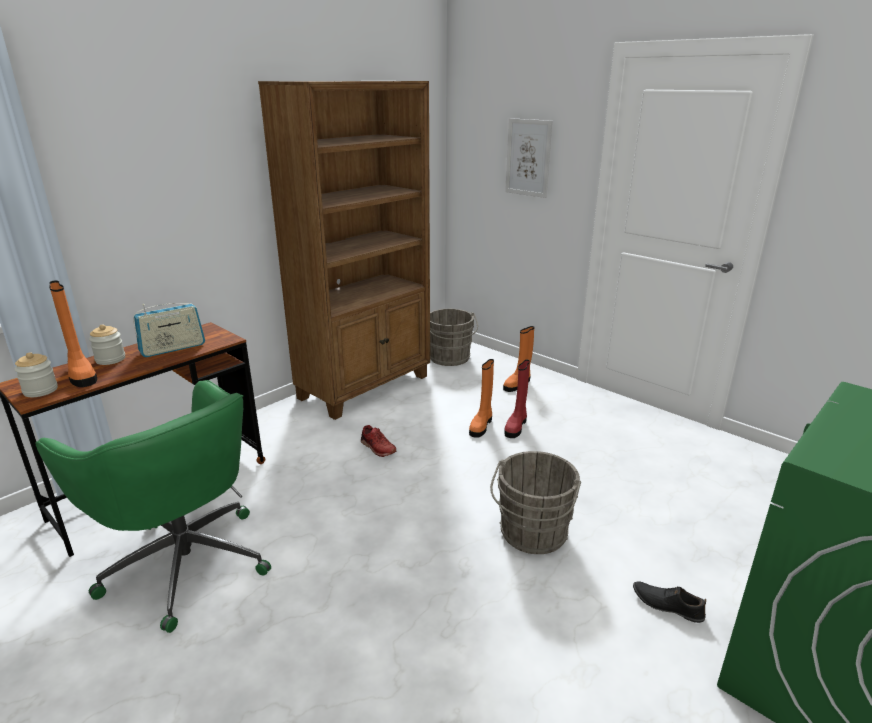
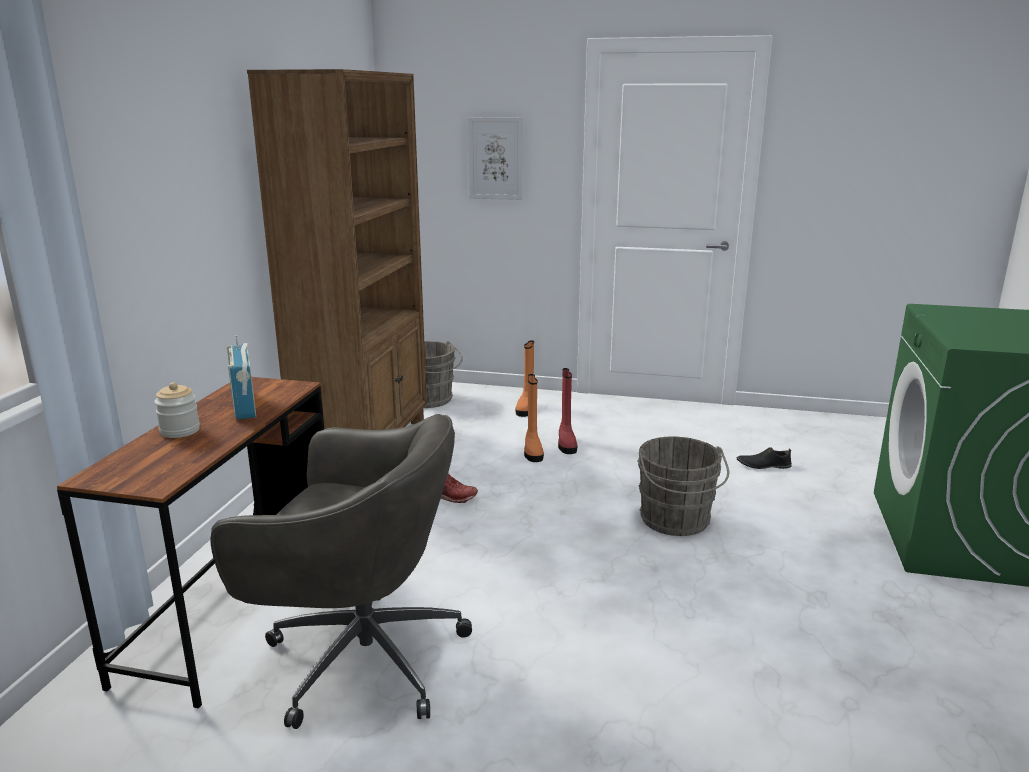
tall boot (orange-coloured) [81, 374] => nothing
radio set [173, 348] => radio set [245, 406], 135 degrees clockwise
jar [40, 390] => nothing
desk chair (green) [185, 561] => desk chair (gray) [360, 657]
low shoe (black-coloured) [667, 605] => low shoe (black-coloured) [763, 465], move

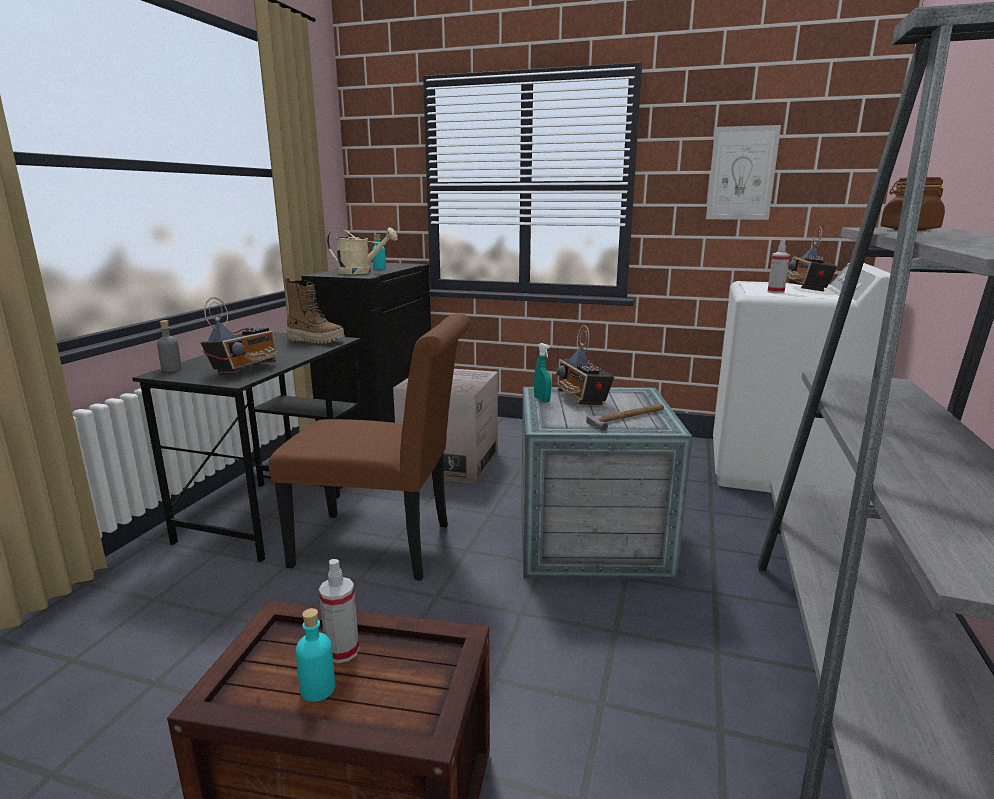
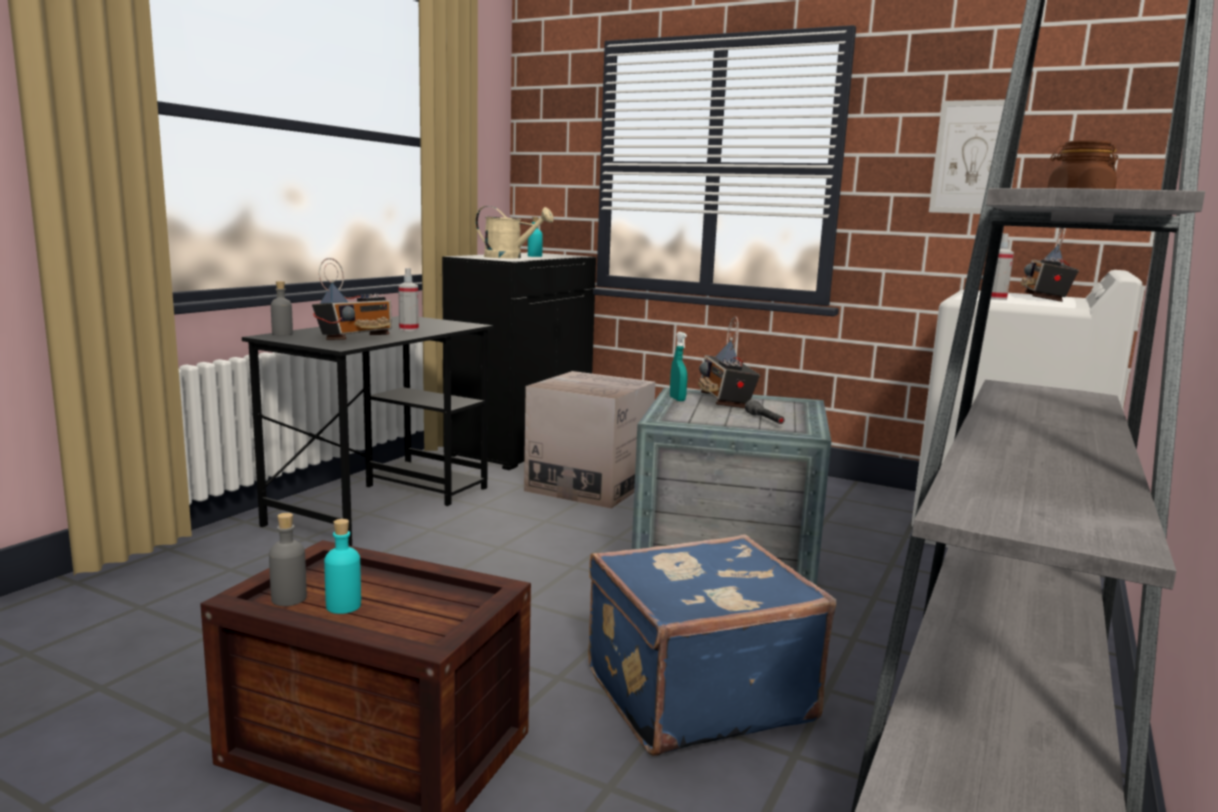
tall boot [316, 340] => nothing
upright chair (brown) [384, 546] => nothing
hammer [626, 417] => hand torch (gray) [765, 420]
hand sprayer [342, 651] => hand sprayer [408, 329], move
nothing => bottle (gray) [289, 598]
nothing => piece of luggage (blue-coloured) [695, 693]

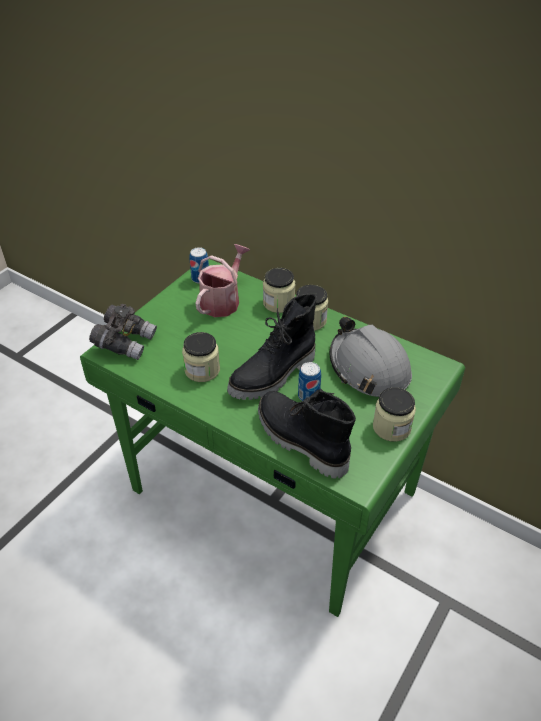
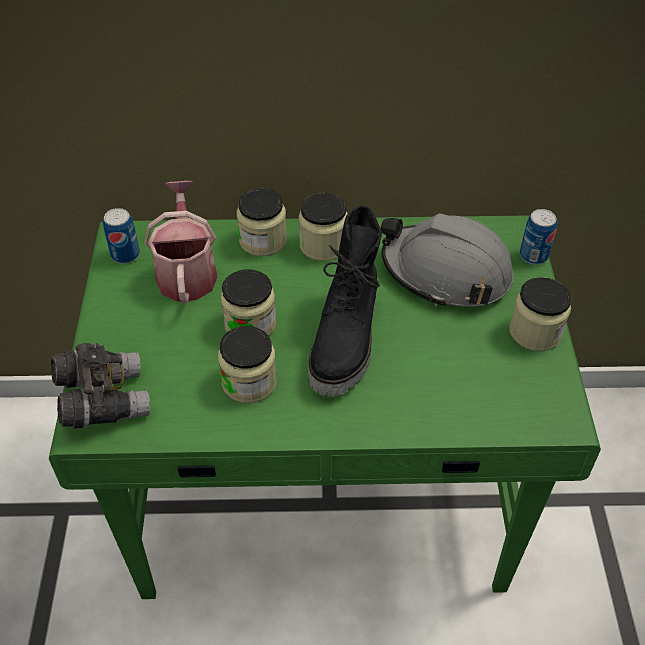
can [308, 396] => can [533, 256], move
tall boot (black-coloured) [300, 441] => nothing
nothing => jar [250, 324]

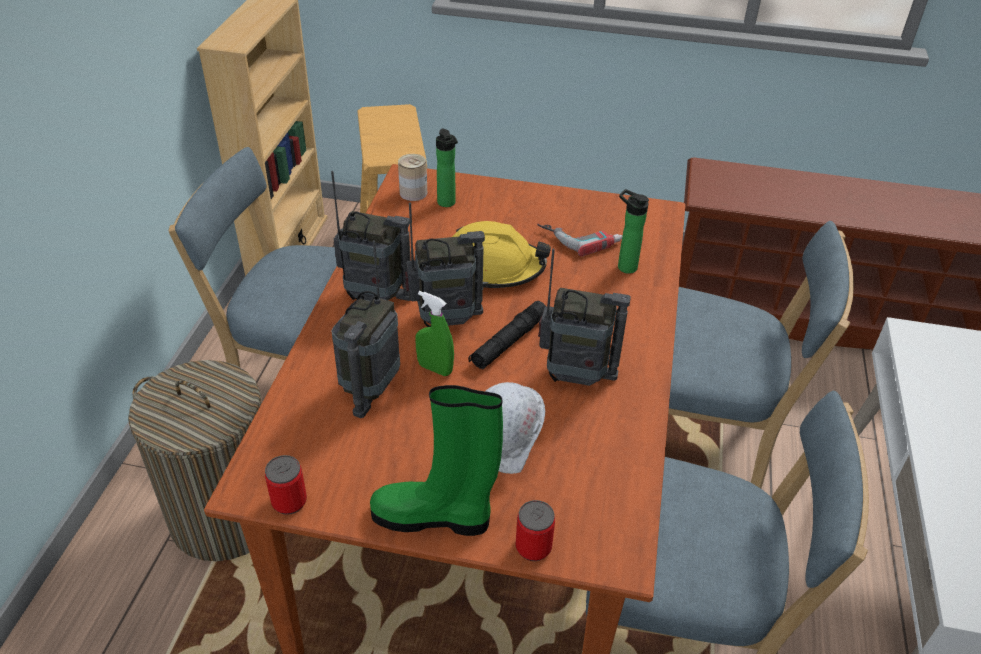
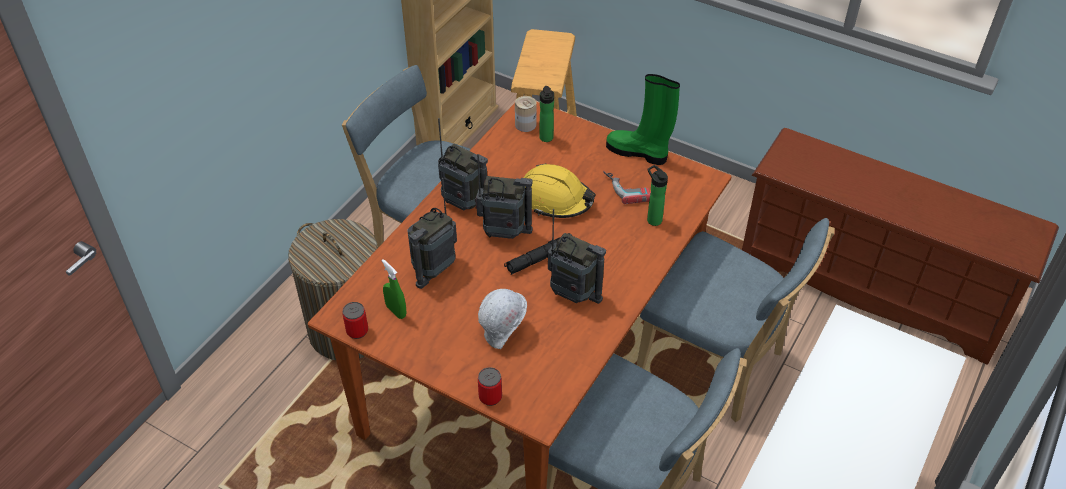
hand sprayer (green) [435, 368] => hand sprayer (green) [396, 311], move
tall boot (green) [434, 517] => tall boot (green) [638, 152], move

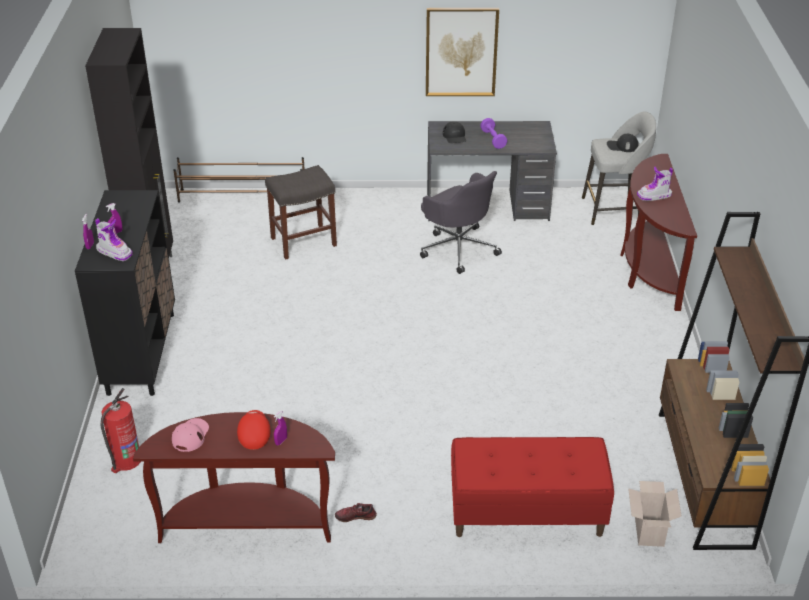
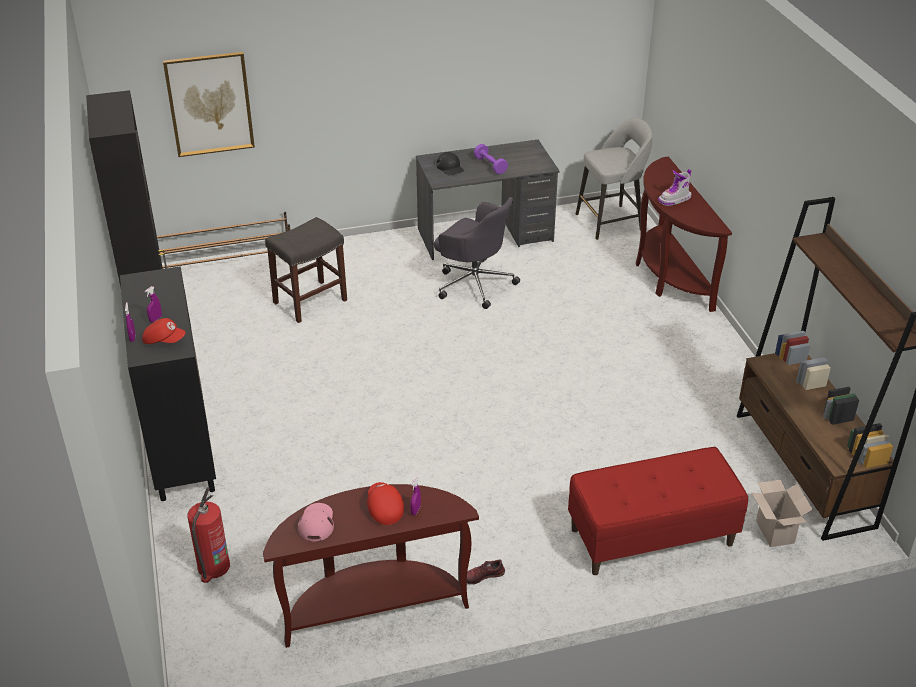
wall art [461, 52] => wall art [209, 104], move
peaked cap (black-coloured) [622, 146] => nothing
tall boot [114, 252] => peaked cap (red-coloured) [164, 340]

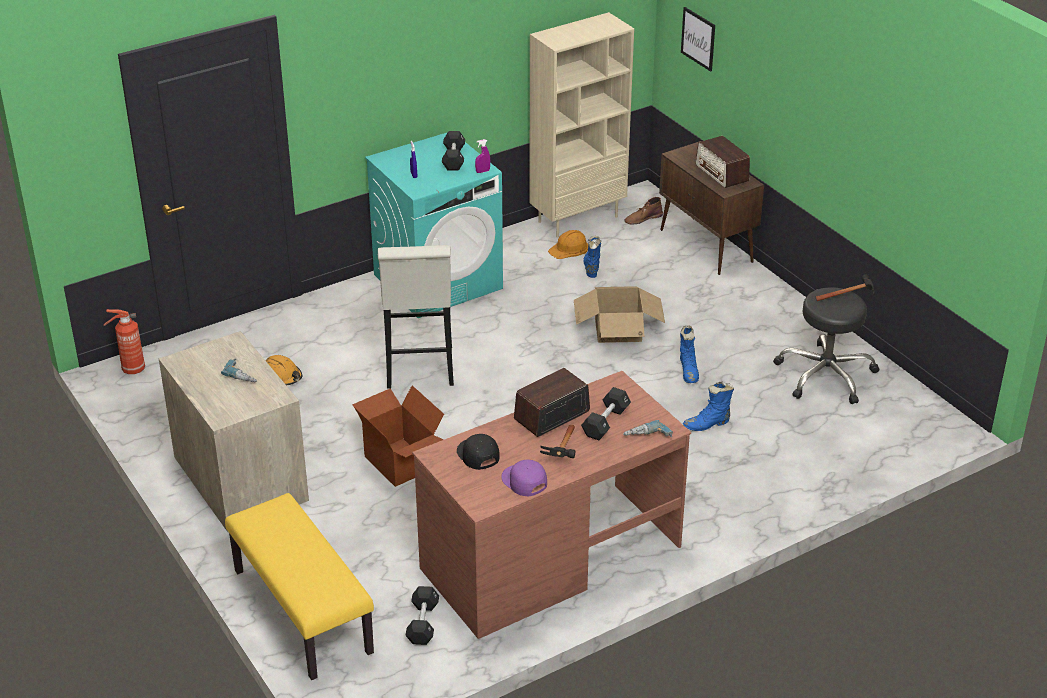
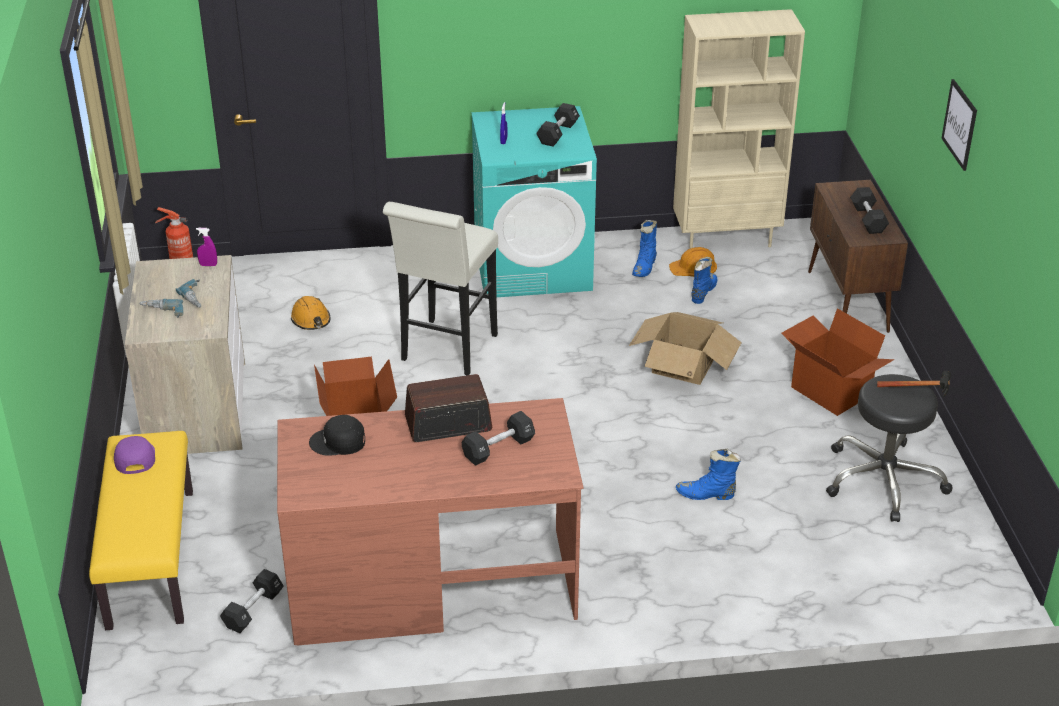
wall art [698, 38] => wall art [959, 124], move
radio set [722, 173] => hand weight (black-coloured) [868, 219]
hand sprayer (purple) [482, 171] => hand sprayer (purple) [208, 265], move
tall boot (brown) [643, 218] => nothing
tall boot (blue-coloured) [689, 371] => tall boot (blue-coloured) [645, 267], move
drill [648, 437] => drill [161, 313], move
hammer [563, 454] => nothing
peaked cap (black-coloured) [477, 454] => peaked cap (black-coloured) [338, 442], 90 degrees counterclockwise
peaked cap (purple) [523, 481] => peaked cap (purple) [134, 458], move
nothing => carton [829, 392]

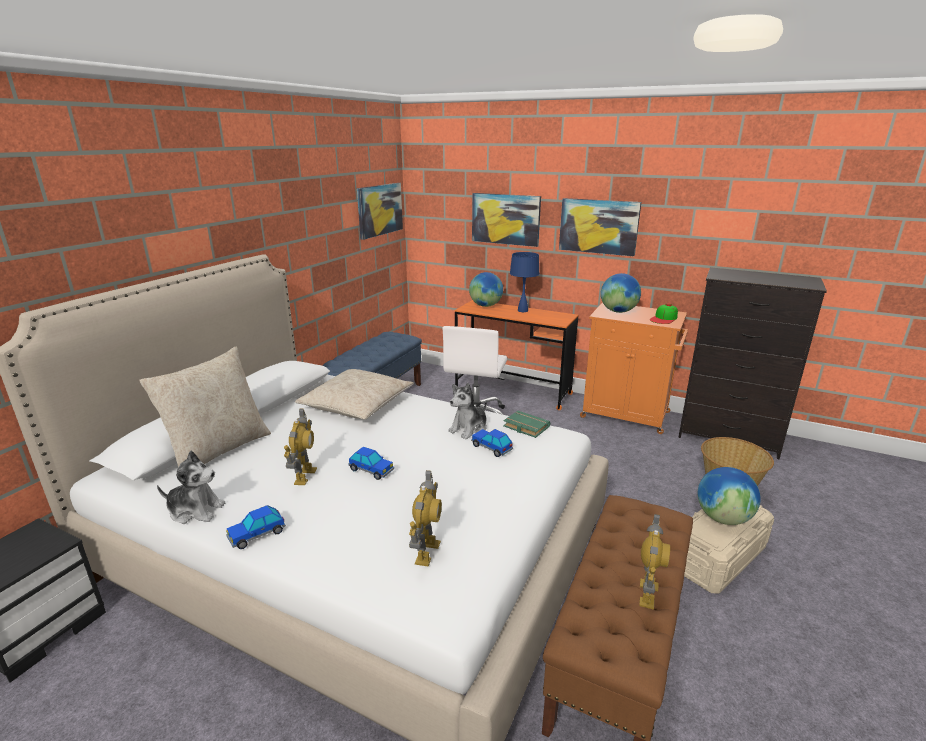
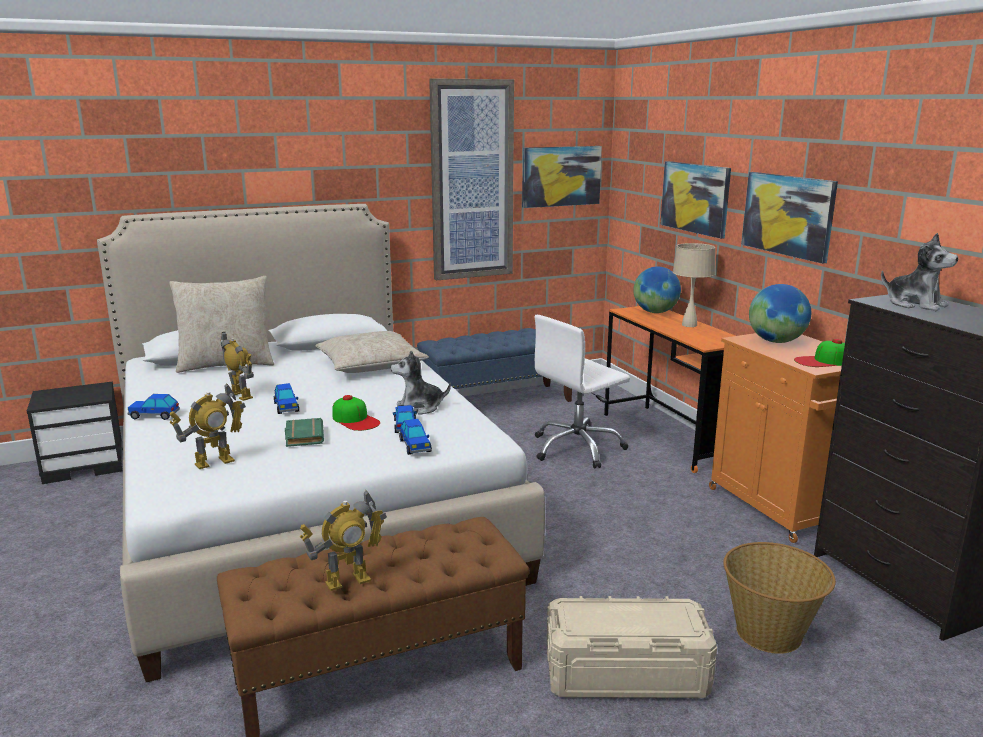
tabletop lamp (blue-coloured) [522, 310] => tabletop lamp (beige) [689, 325]
robot figure [304, 476] => robot figure [240, 395], 90 degrees counterclockwise
book (green) [525, 427] => book (green) [303, 436], move
soft toy [195, 510] => soft toy [915, 304], move
desk globe [723, 518] => nothing
nothing => wall art [471, 181]
nothing => peaked cap [355, 420]
nothing => model car [415, 446]

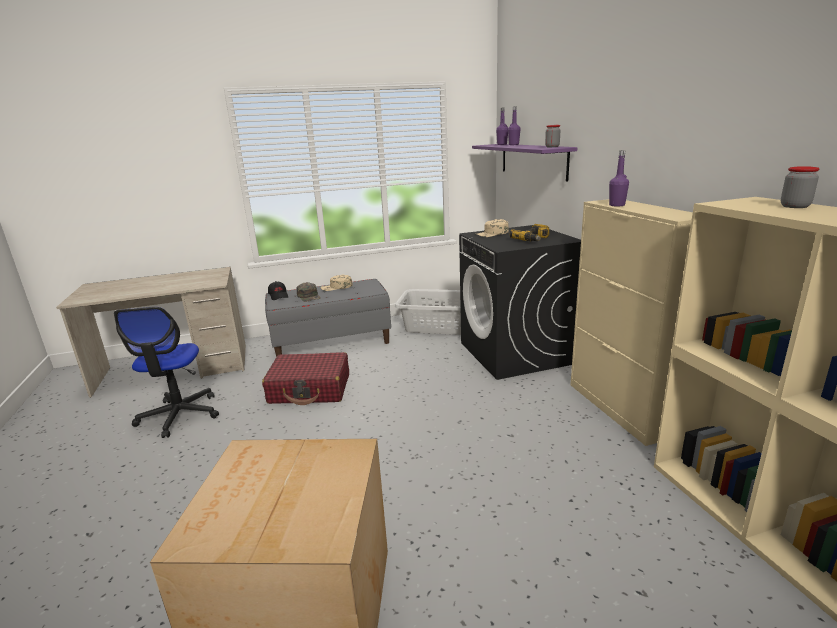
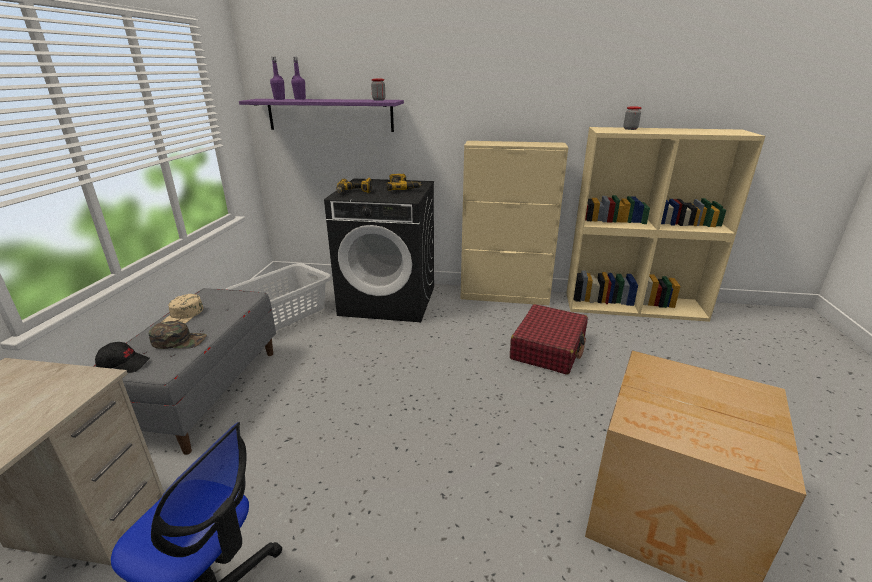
bottle (purple) [617, 205] => nothing
peaked cap (beige) [492, 233] => drill [354, 192]
piece of luggage (red-coloured) [310, 389] => piece of luggage (red-coloured) [548, 348], move

